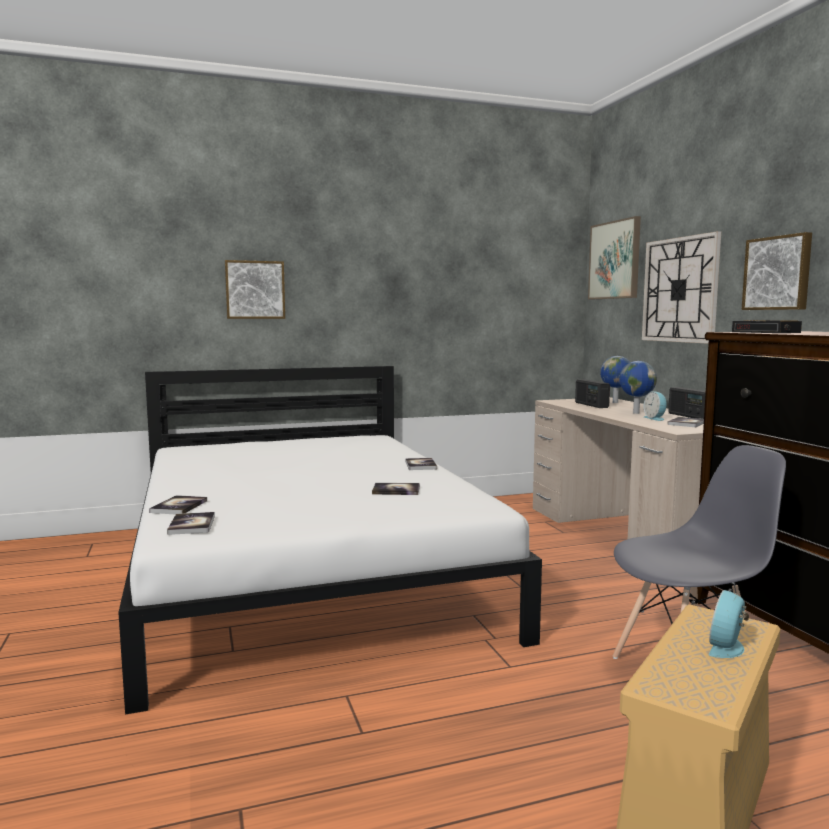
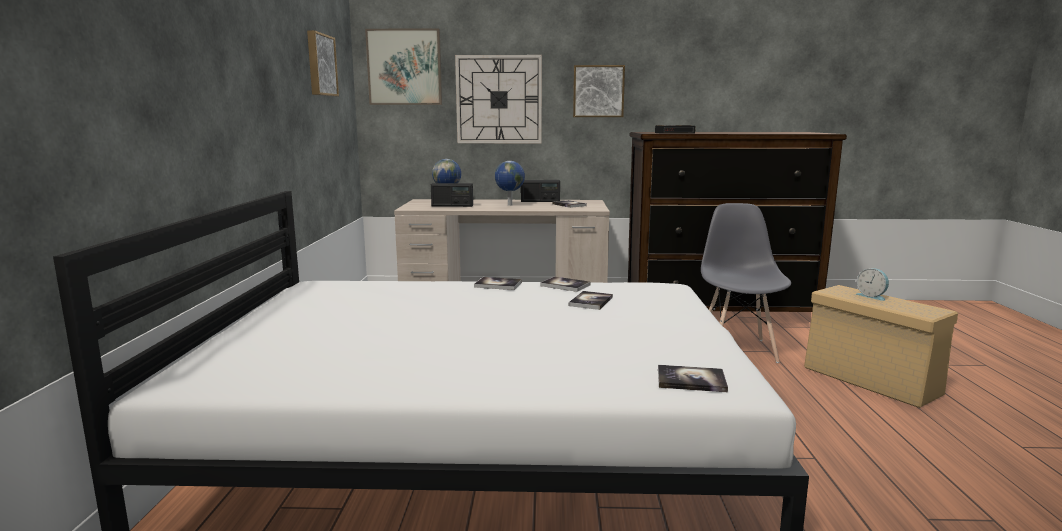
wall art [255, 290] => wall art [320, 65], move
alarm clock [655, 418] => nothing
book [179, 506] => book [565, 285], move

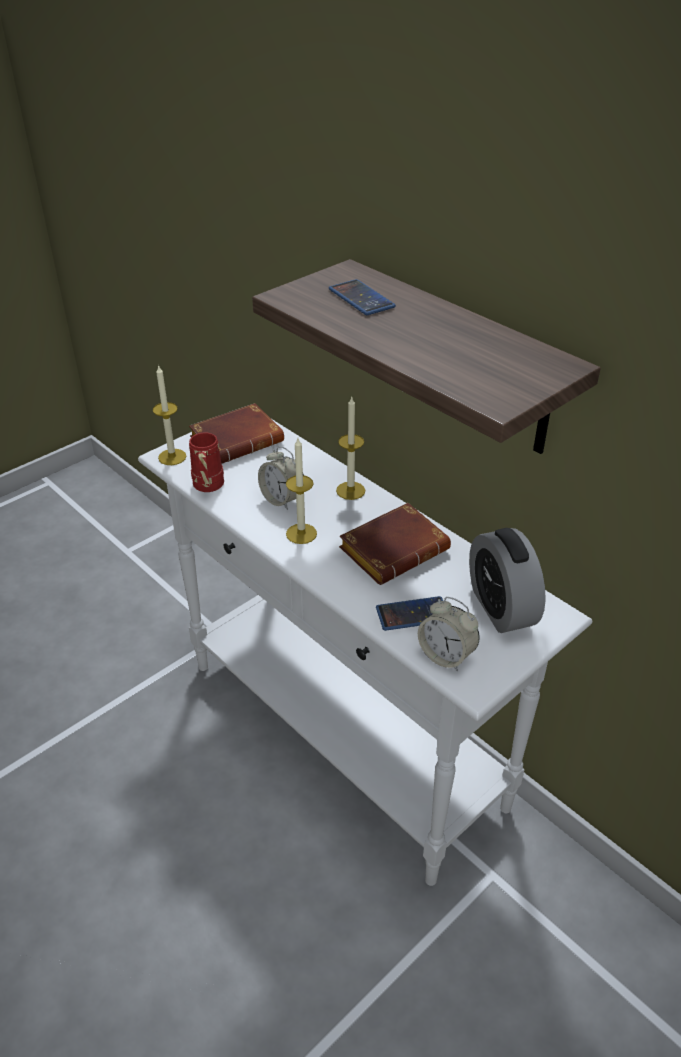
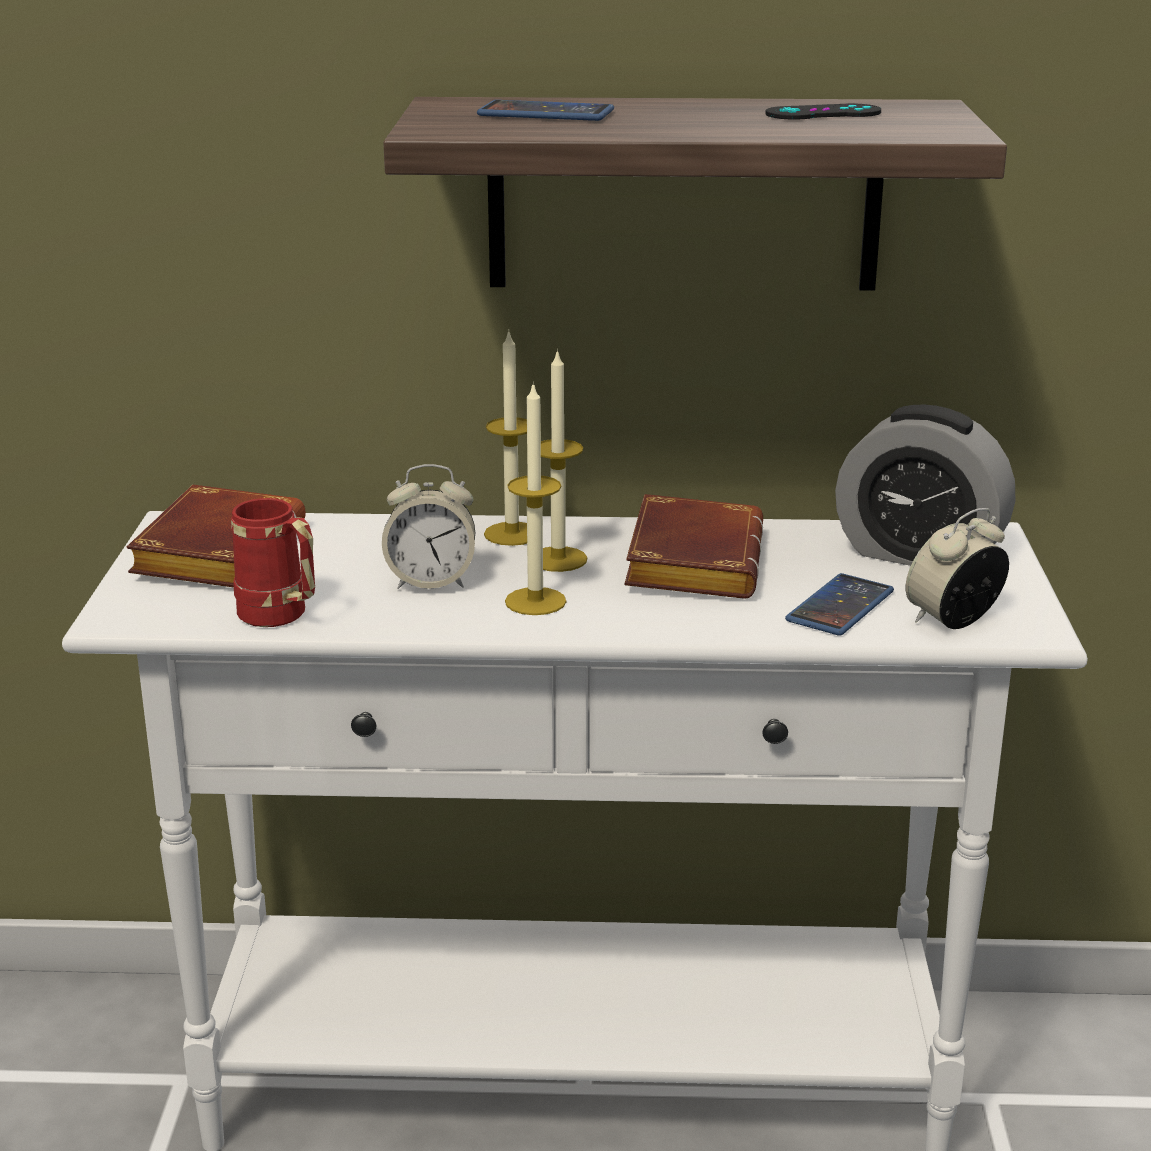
candle [172, 457] => candle [558, 559], move
alarm clock [446, 655] => alarm clock [952, 621], 150 degrees clockwise
nothing => gamepad (black-coloured) [823, 113]

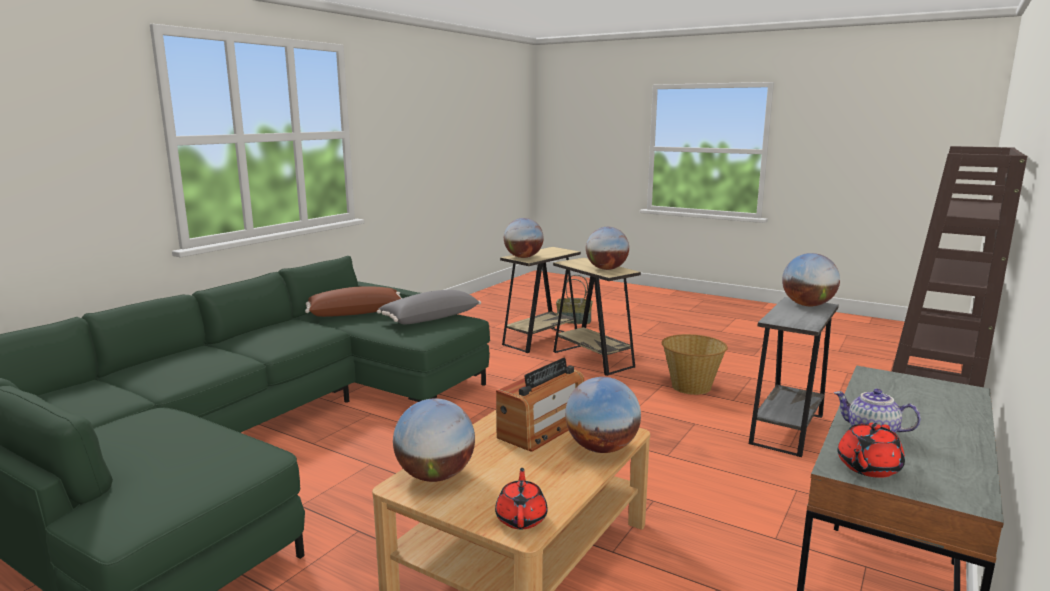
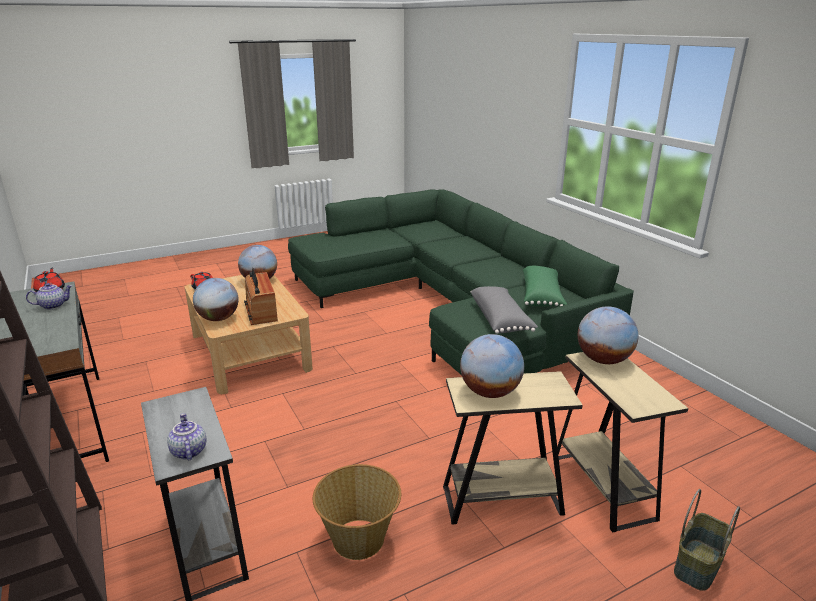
desk globe [807, 305] => tea pot [188, 451]
cushion (brown) [355, 313] => cushion (green) [542, 296]

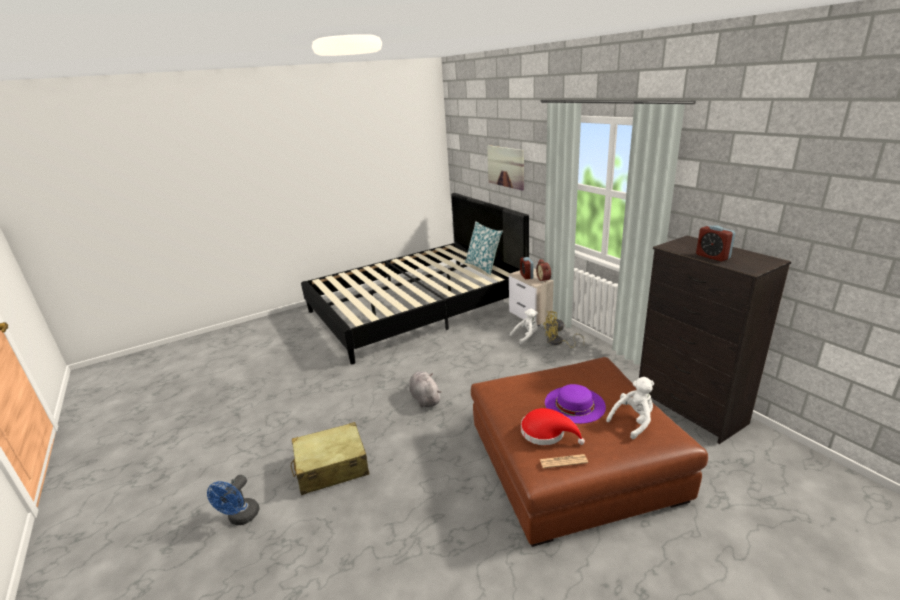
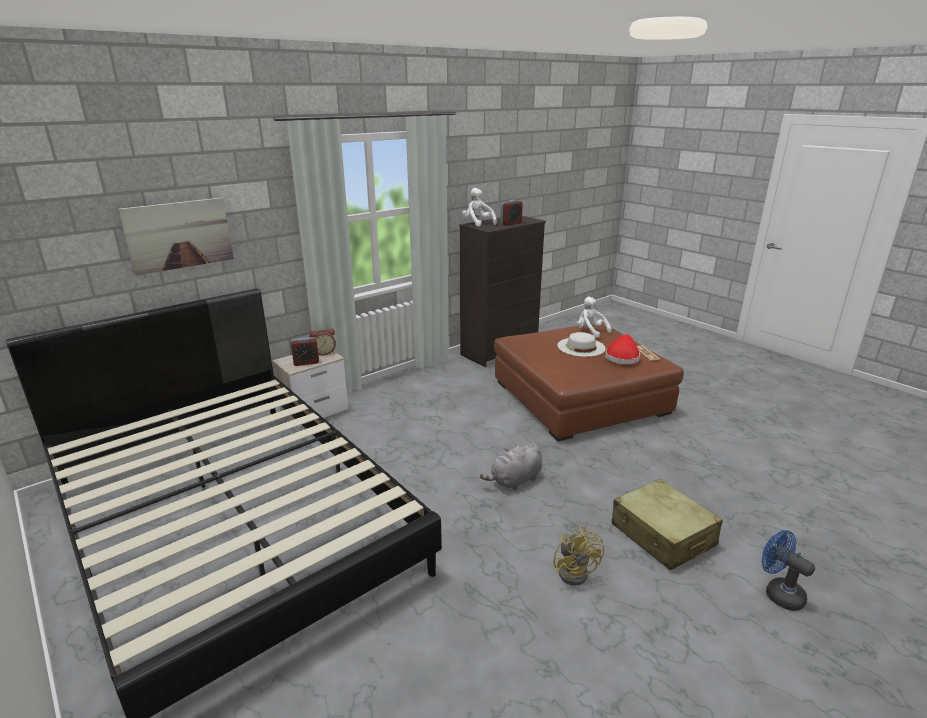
cushion [483, 266] => nothing
soft toy (white-coloured) [526, 336] => soft toy (white-coloured) [477, 223], move
electric fan (yellow-coloured) [558, 342] => electric fan (yellow-coloured) [575, 571], move
clothing hat (purple) [574, 404] => clothing hat (white-coloured) [581, 347]
electric fan (blue-coloured) [241, 518] => electric fan (blue-coloured) [778, 592], 135 degrees counterclockwise

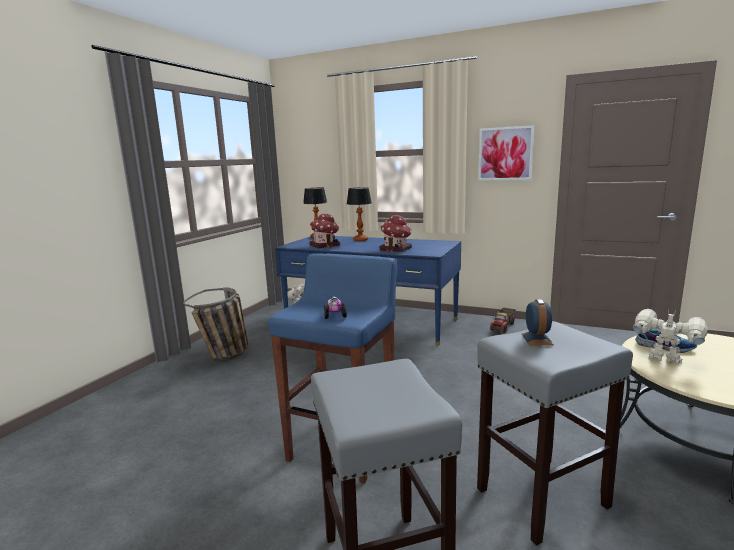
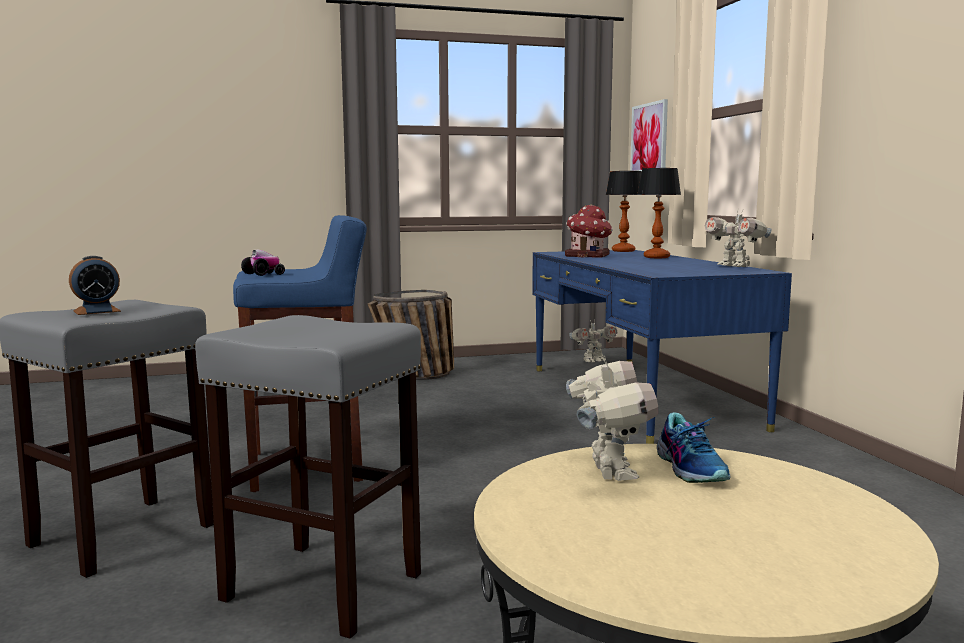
wall art [505, 153] => wall art [649, 138], move
miniature house [396, 249] => nothing
alarm clock [537, 339] => alarm clock [97, 311], move
model truck [503, 327] => nothing
nothing => robot figure [735, 266]

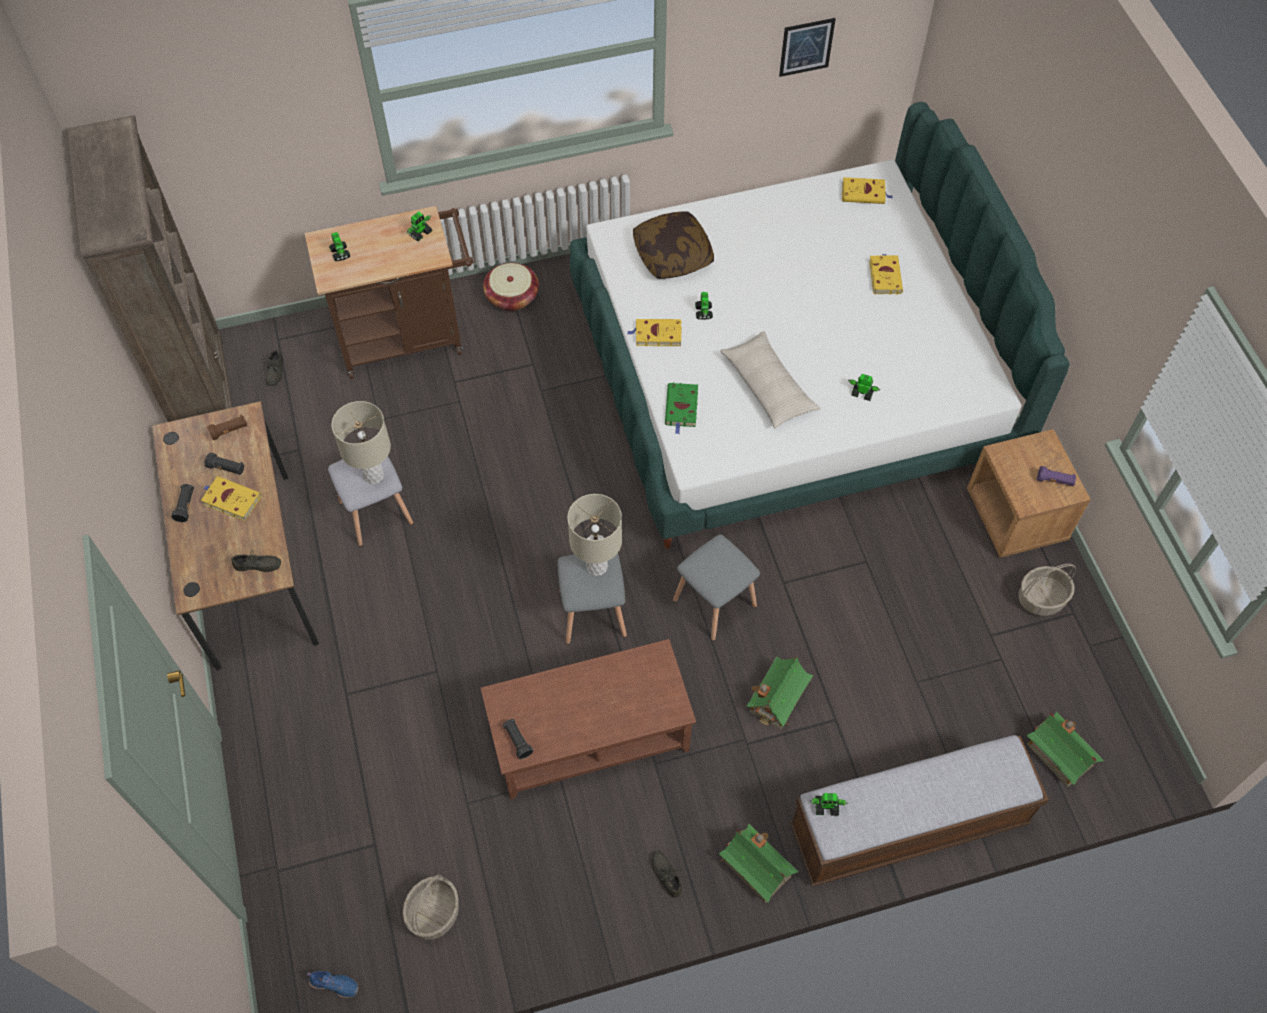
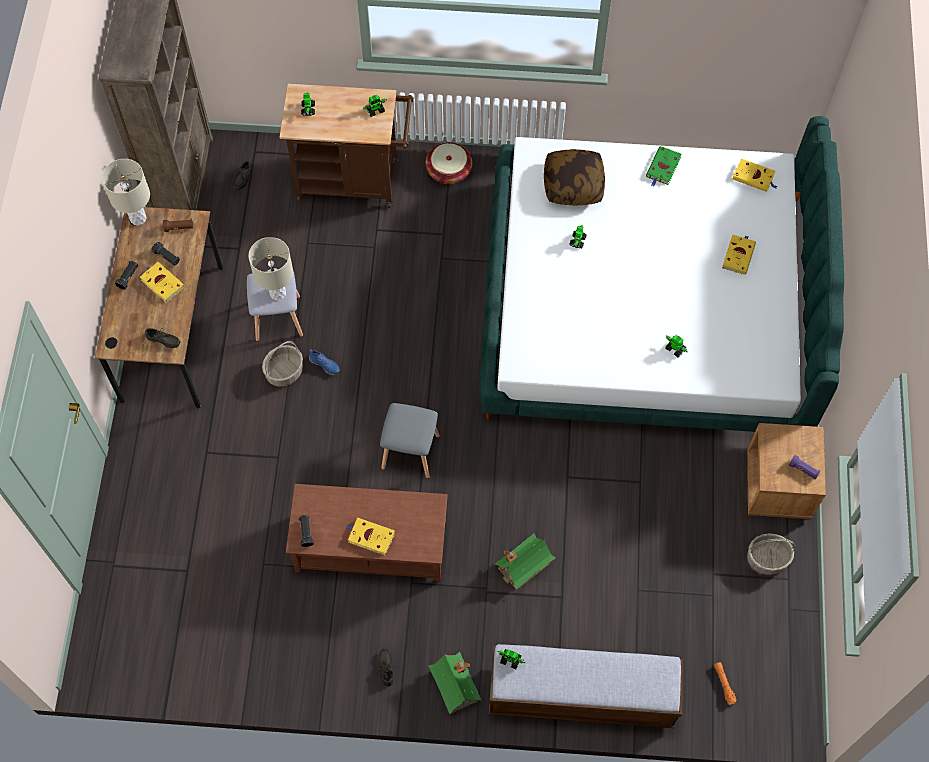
wall art [806, 47] => nothing
book (yellow-coloured) [656, 335] => book (yellow-coloured) [370, 537], move
cushion (beige) [768, 386] => nothing
book (green) [681, 408] => book (green) [663, 168], move
tabletop lamp (beige) [597, 566] => tabletop lamp (beige) [138, 218], move
stool seat (gray) [716, 603] => nothing
miniature house [1059, 754] => hand torch (orange-coloured) [724, 684]
household basket [434, 914] => household basket [284, 372], move
low shoe (blue-coloured) [335, 984] => low shoe (blue-coloured) [325, 364], move

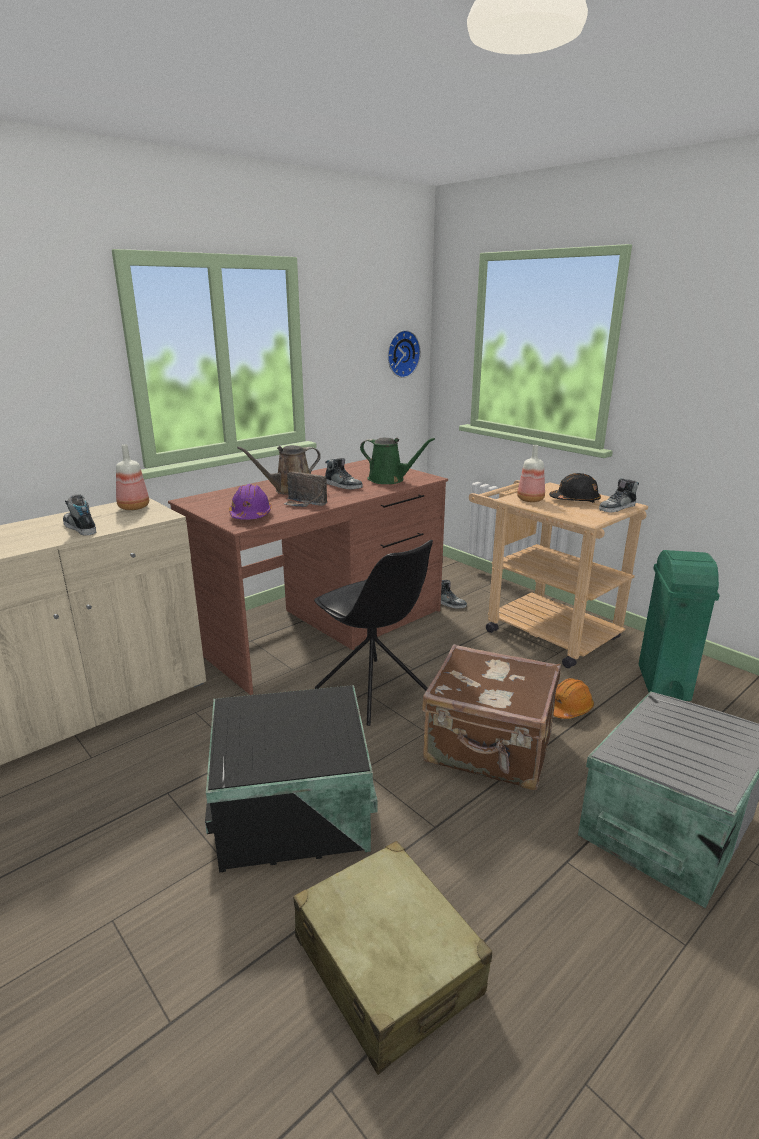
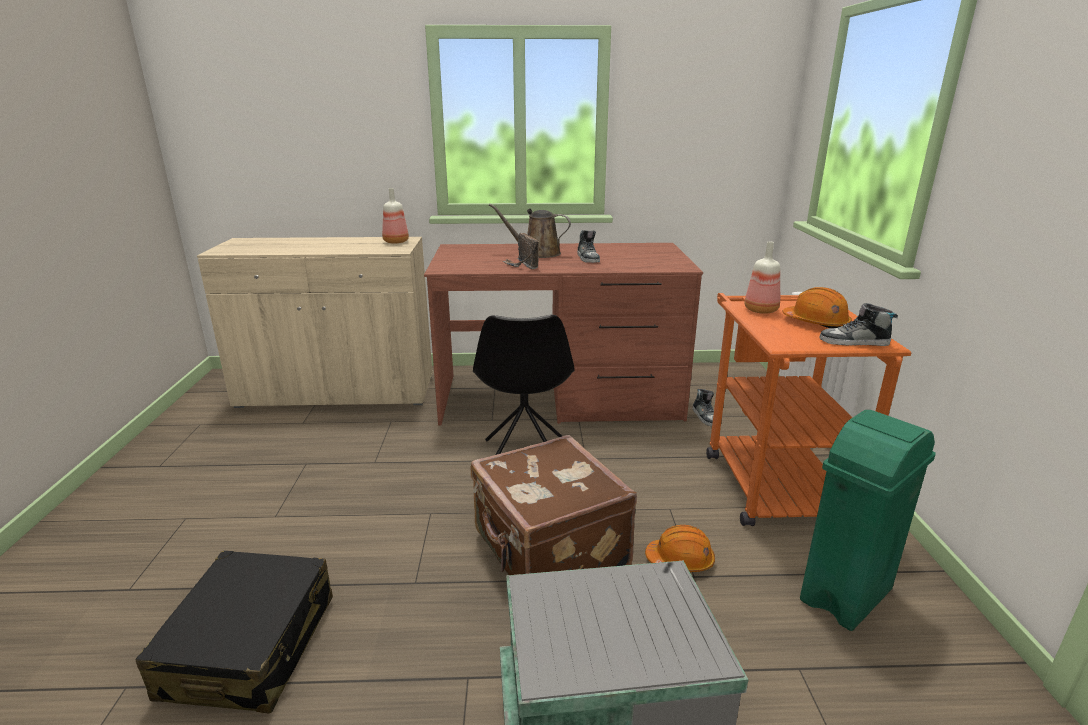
clock on the wall [401, 353] => nothing
sprinkling can (green) [389, 480] => nothing
hard hat (black-coloured) [575, 500] => hard hat (orange-coloured) [816, 323]
cart (beige) [541, 630] => cart (orange-coloured) [770, 479]
hard hat (purple) [250, 515] => nothing
low shoe [80, 528] => nothing
storage bin (black-coloured) [295, 816] => nothing
piece of luggage (beige) [387, 965] => piece of luggage (black-coloured) [251, 646]

